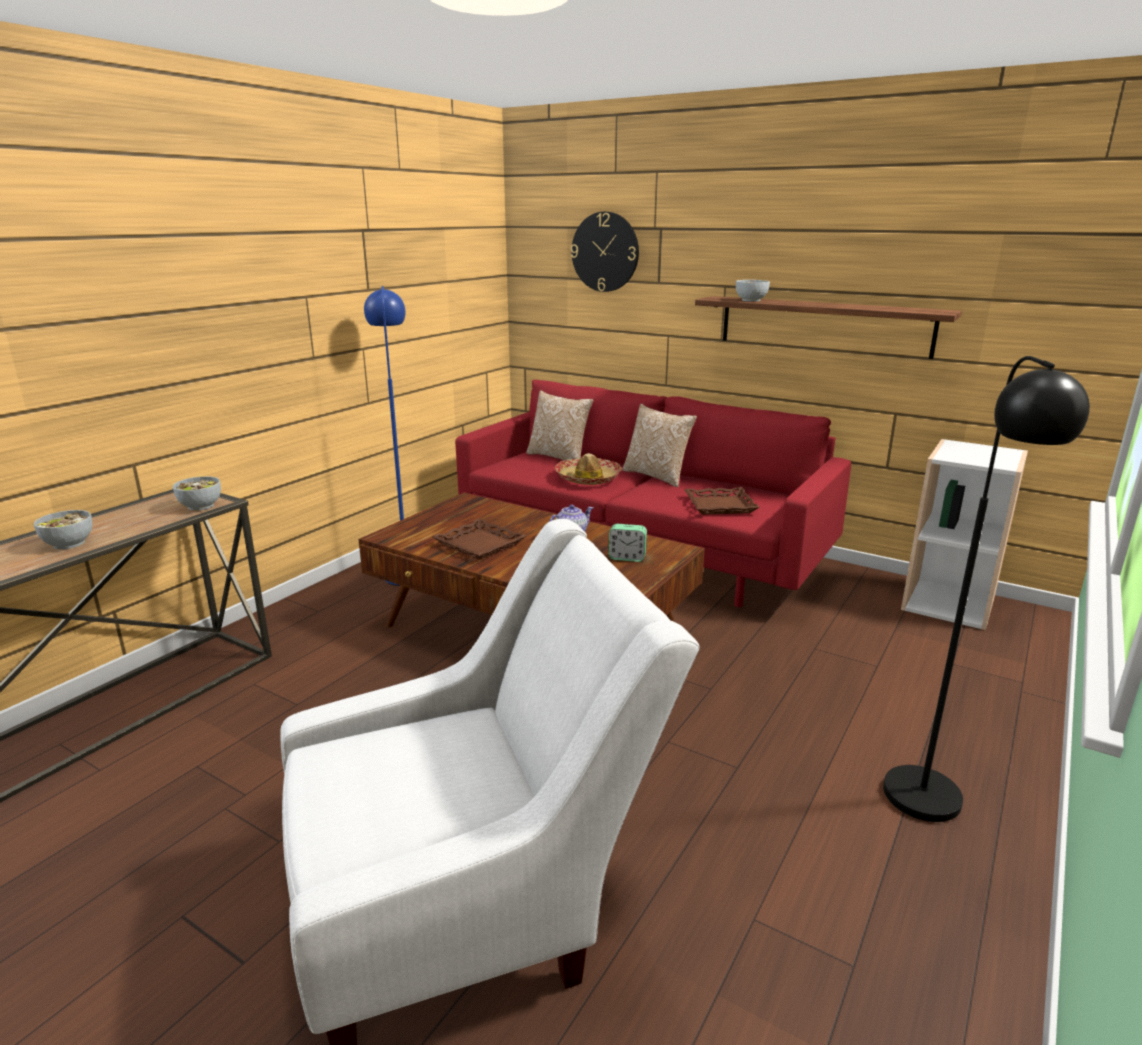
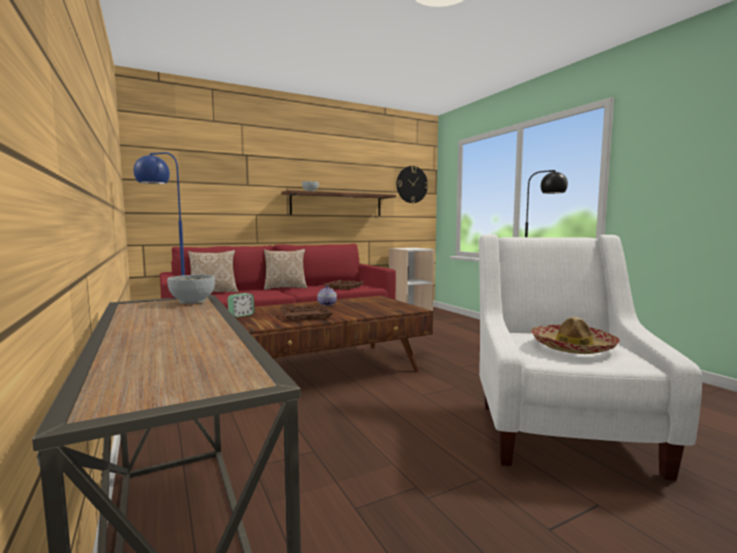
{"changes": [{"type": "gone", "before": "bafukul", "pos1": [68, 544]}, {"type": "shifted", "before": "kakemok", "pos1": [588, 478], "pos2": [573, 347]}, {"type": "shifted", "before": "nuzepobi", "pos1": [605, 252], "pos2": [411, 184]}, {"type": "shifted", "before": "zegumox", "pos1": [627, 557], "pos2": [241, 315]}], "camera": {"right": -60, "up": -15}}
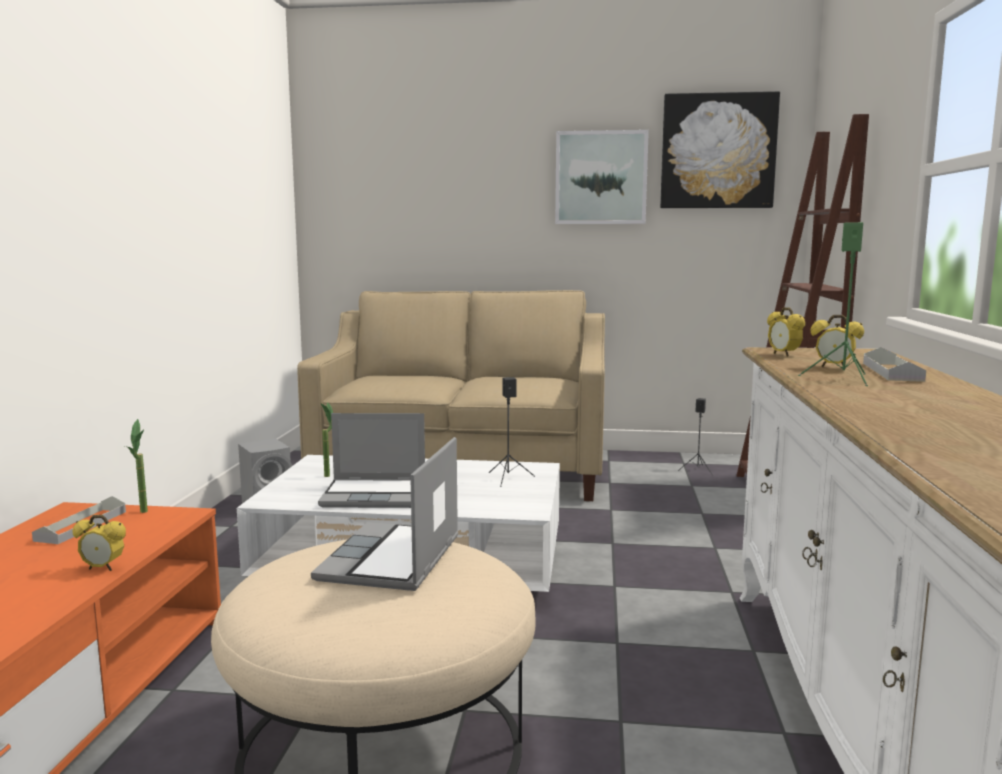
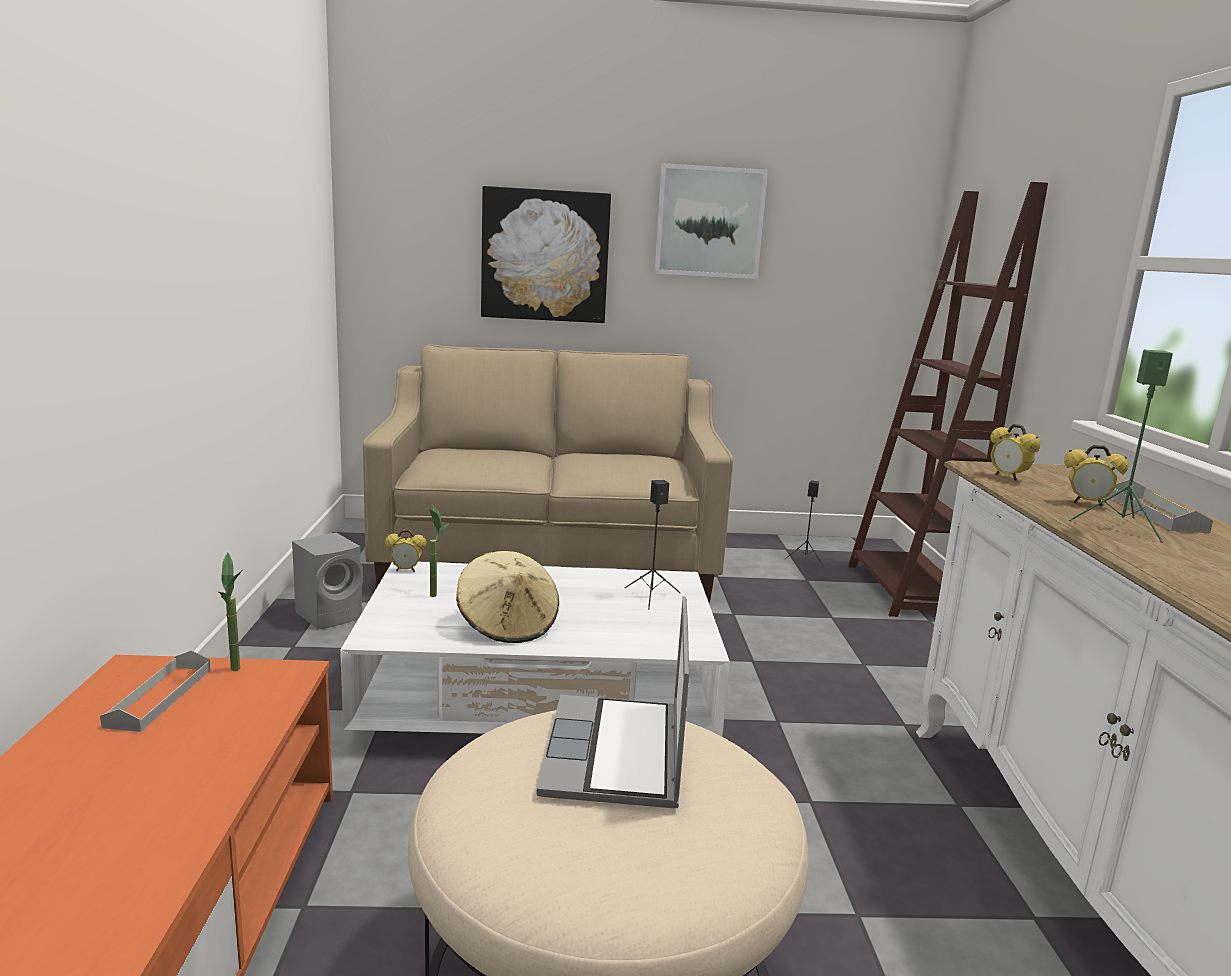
{"changes": [{"type": "shifted", "before": "zegumox", "pos1": [103, 568], "pos2": [406, 570]}, {"type": "swapped", "before": "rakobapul", "after": "kakemok (beige)", "pos1": [376, 495], "pos2": [507, 626]}, {"type": "shifted", "before": "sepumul", "pos1": [718, 151], "pos2": [545, 256]}], "camera": {"right": -10, "up": 5}}
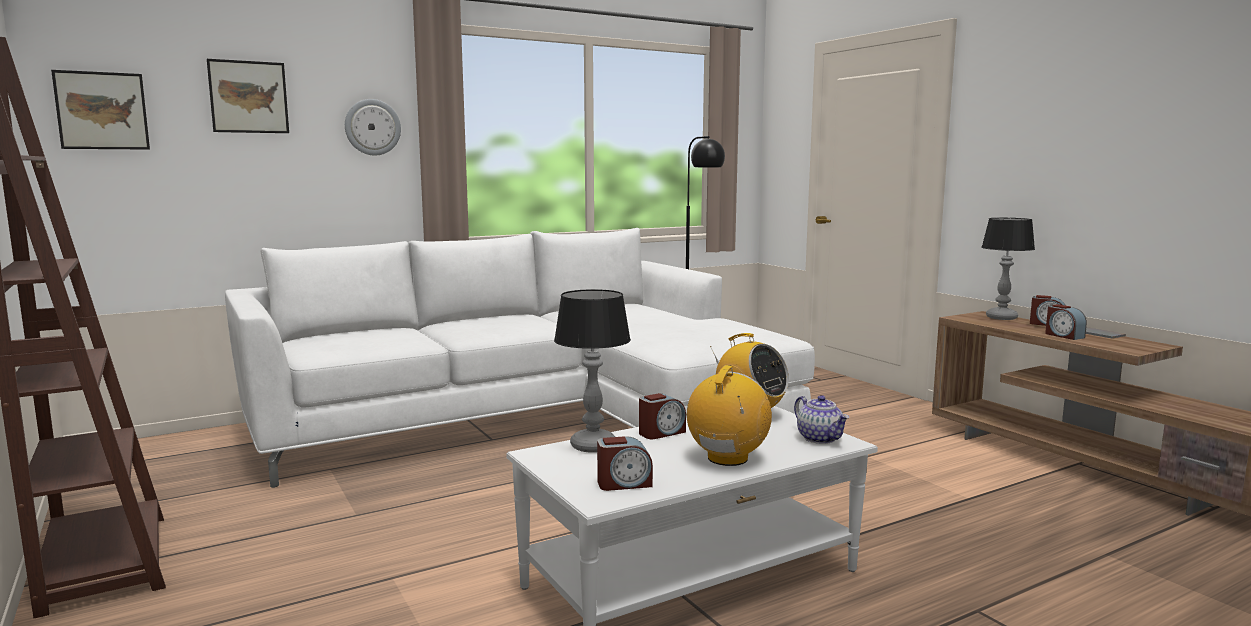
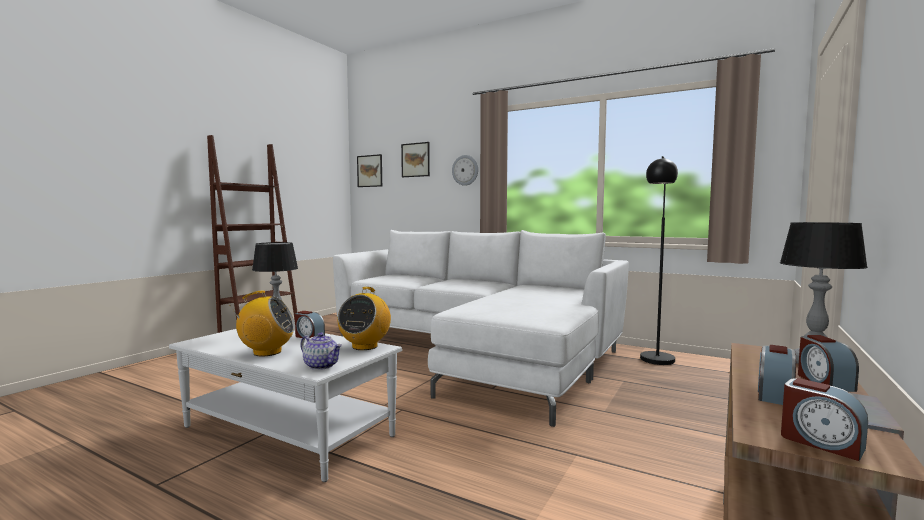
{"changes": [{"type": "shifted", "before": "zegumox", "pos1": [624, 483], "pos2": [820, 443]}, {"type": "rotated", "before": "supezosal", "pos1": [820, 438], "pos2": [322, 366], "turn": -90}], "camera": {"right": 60, "up": -5}}
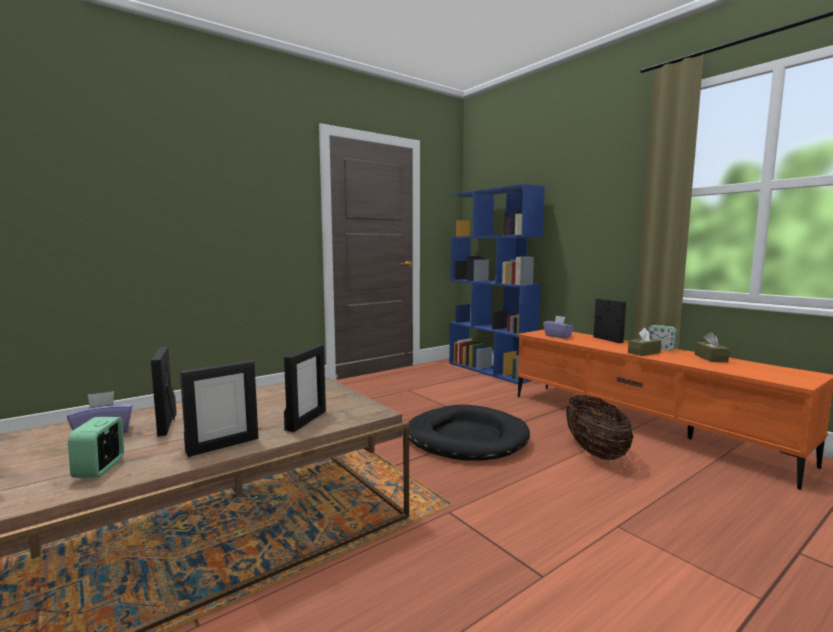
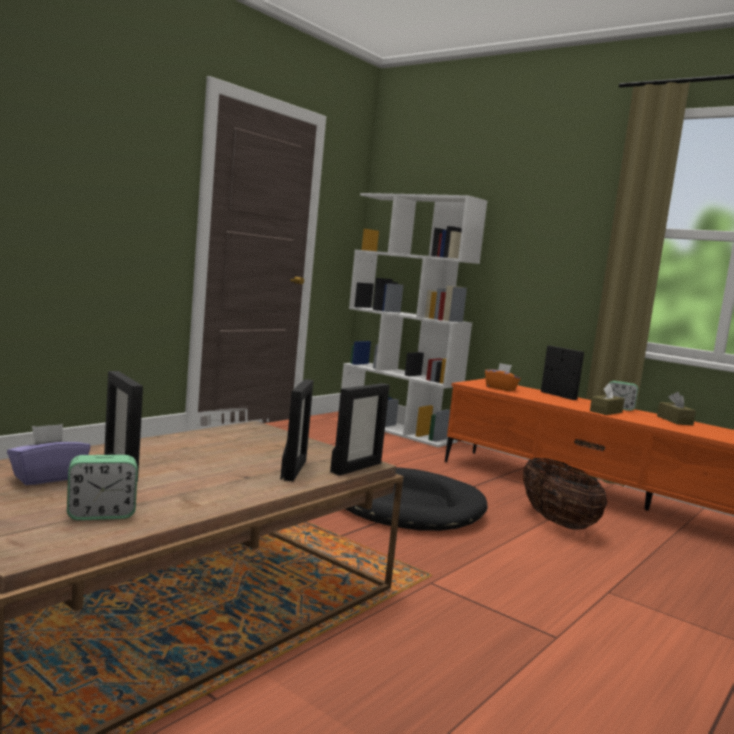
{"changes": [{"type": "rotated", "before": "zegumox", "pos1": [100, 468], "pos2": [101, 514], "turn": -90}, {"type": "shifted", "before": "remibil", "pos1": [223, 445], "pos2": [356, 467]}, {"type": "repainted", "before": "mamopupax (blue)", "after": "mamopupax (white)", "pos1": [491, 371], "pos2": [396, 430]}, {"type": "repainted", "before": "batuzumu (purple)", "after": "batuzumu (orange)", "pos1": [558, 336], "pos2": [501, 388]}], "camera": {"right": -15, "up": 0}}
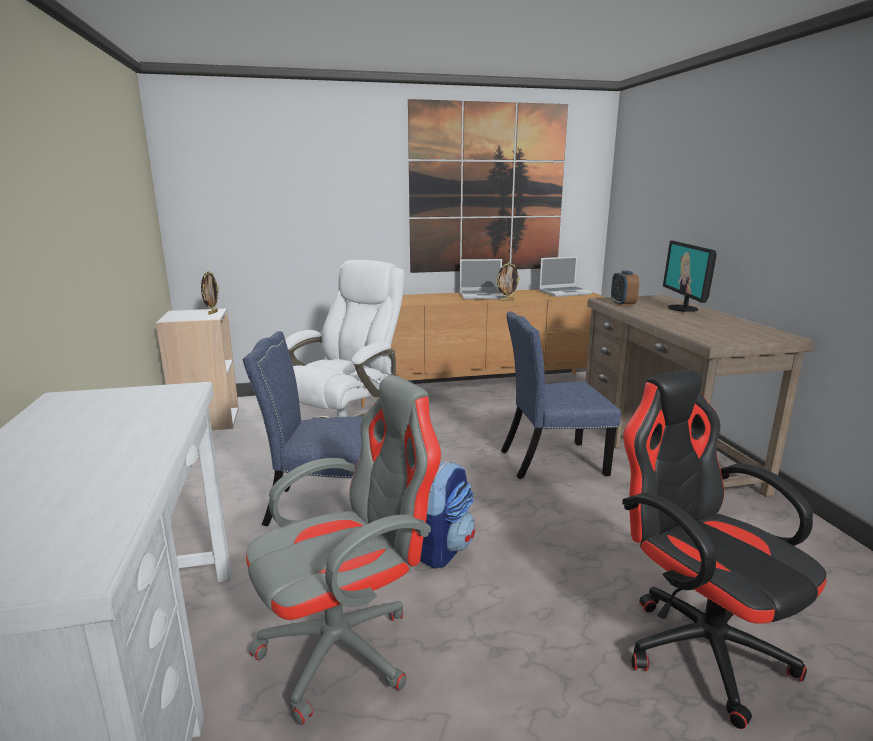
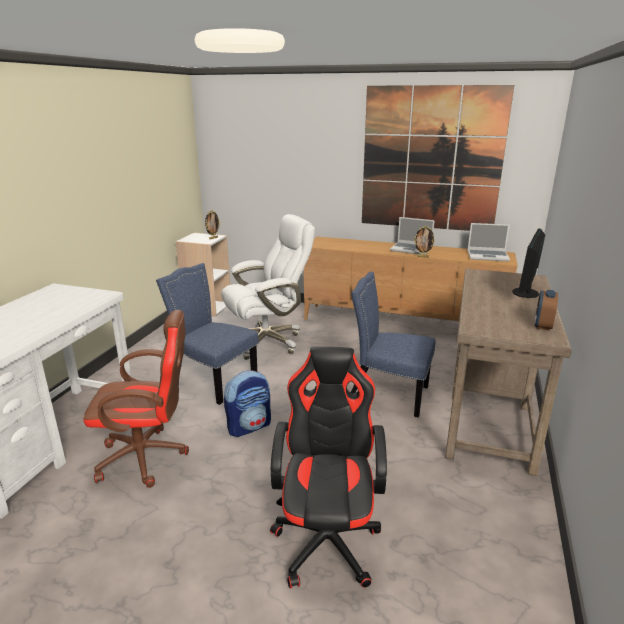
{"changes": [{"type": "repainted", "before": "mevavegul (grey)", "after": "mevavegul (brown)", "pos1": [349, 646], "pos2": [149, 458]}, {"type": "shifted", "before": "zegumox", "pos1": [622, 304], "pos2": [542, 325]}], "camera": {"right": 30, "up": 5}}
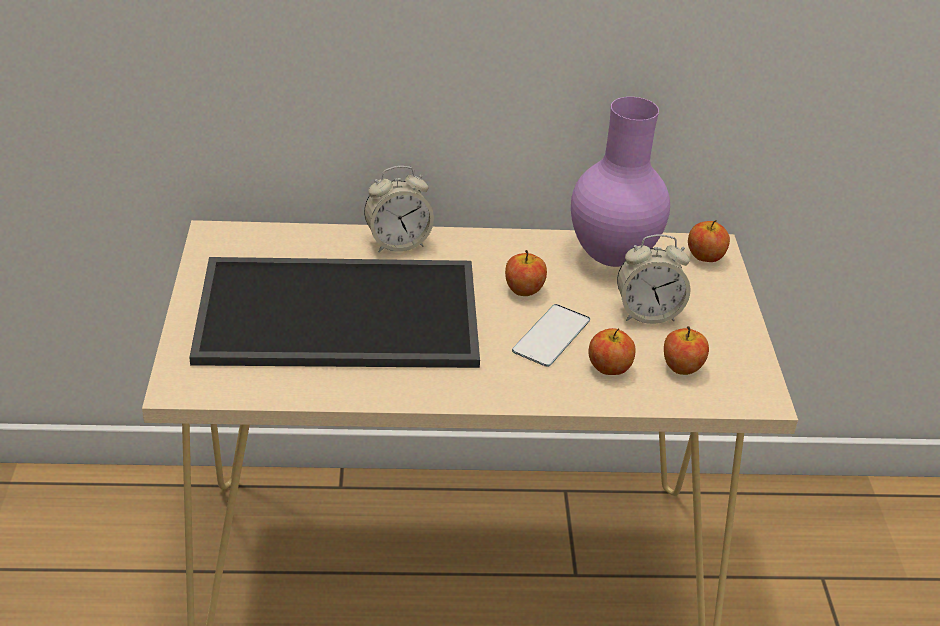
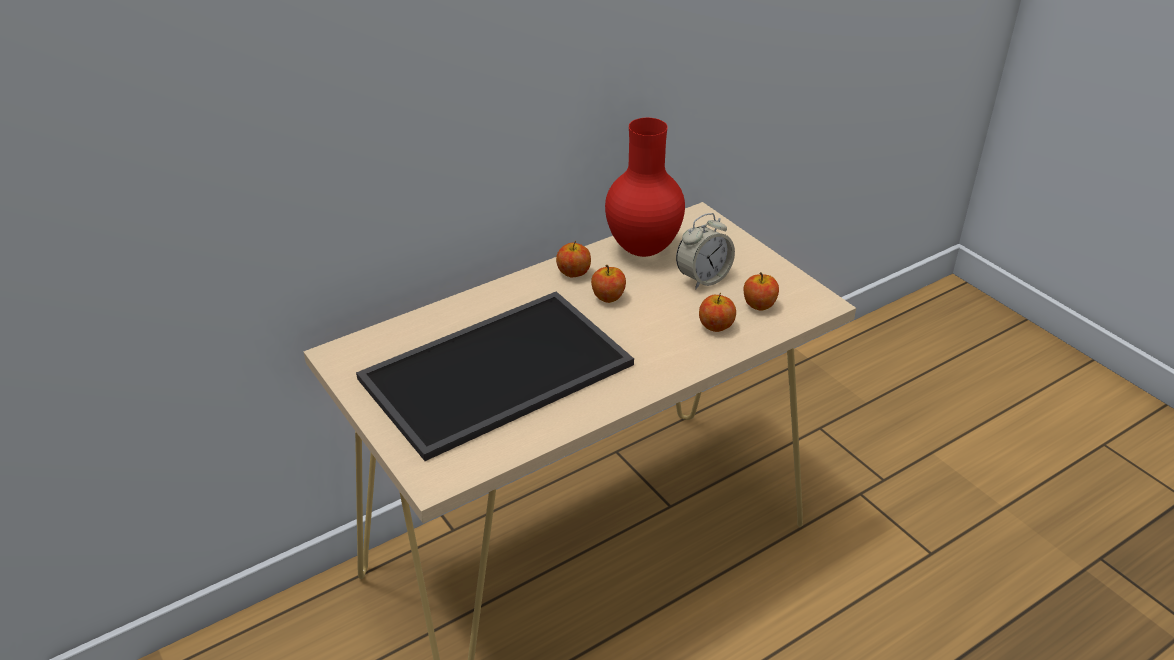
{"changes": [{"type": "gone", "before": "zegumox", "pos1": [397, 243]}, {"type": "gone", "before": "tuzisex", "pos1": [551, 336]}, {"type": "repainted", "before": "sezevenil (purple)", "after": "sezevenil (red)", "pos1": [614, 258], "pos2": [645, 250]}, {"type": "shifted", "before": "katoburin", "pos1": [705, 257], "pos2": [573, 273]}], "camera": {"right": -30, "up": 0}}
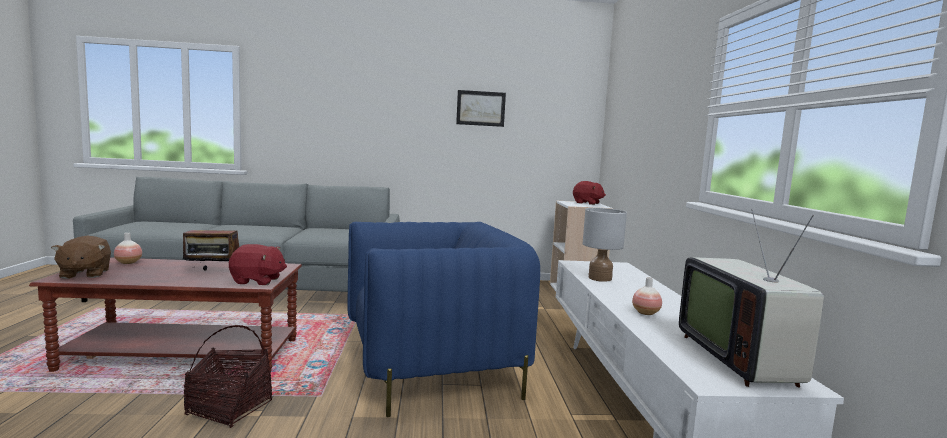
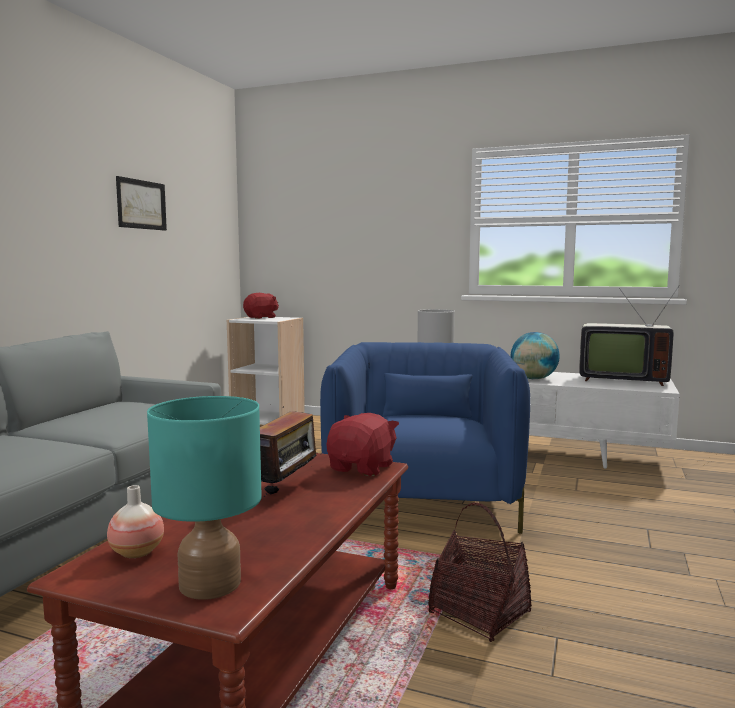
{"changes": [{"type": "swapped", "before": "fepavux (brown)", "after": "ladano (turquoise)", "pos1": [84, 274], "pos2": [210, 583]}, {"type": "swapped", "before": "sezevenil", "after": "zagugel", "pos1": [645, 313], "pos2": [533, 379]}], "camera": {"right": -65, "up": 0}}
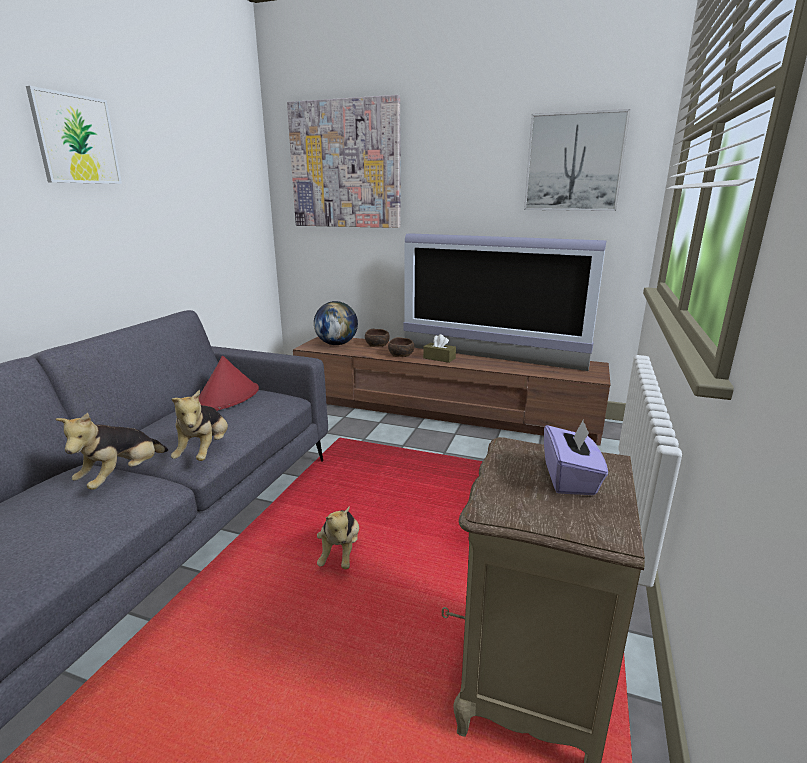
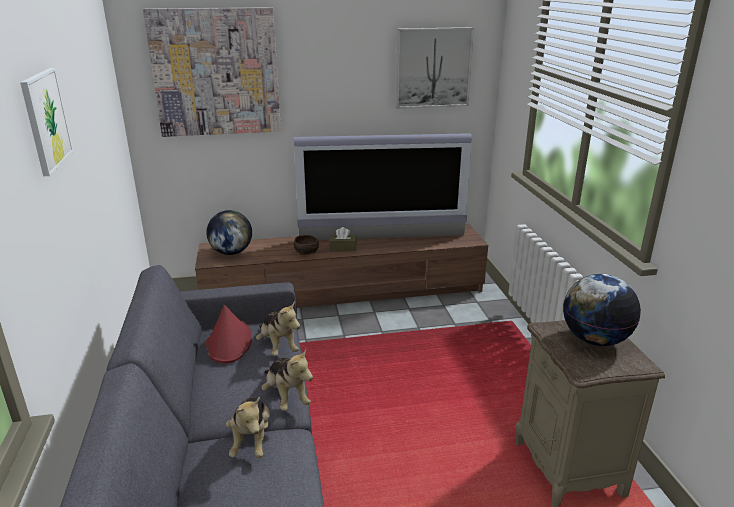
{"changes": [{"type": "shifted", "before": "fepavux", "pos1": [340, 553], "pos2": [278, 346]}, {"type": "gone", "before": "bafukul (brown)", "pos1": [377, 345]}, {"type": "swapped", "before": "batuzumu (purple)", "after": "zagugel", "pos1": [570, 478], "pos2": [594, 339]}], "camera": {"right": -30, "up": 5}}
